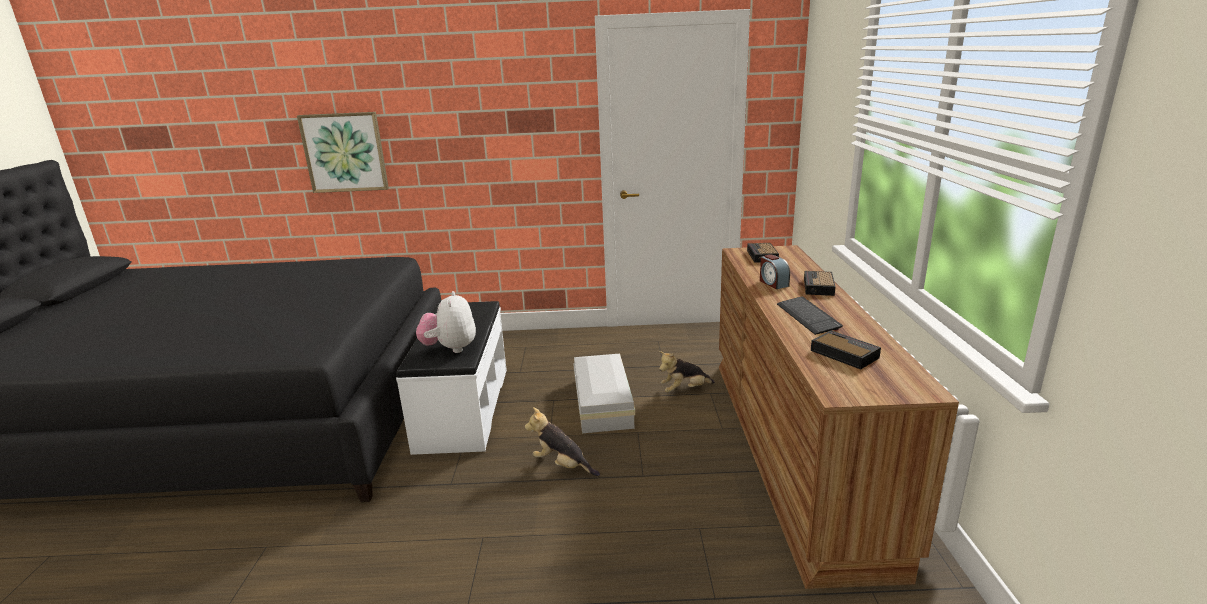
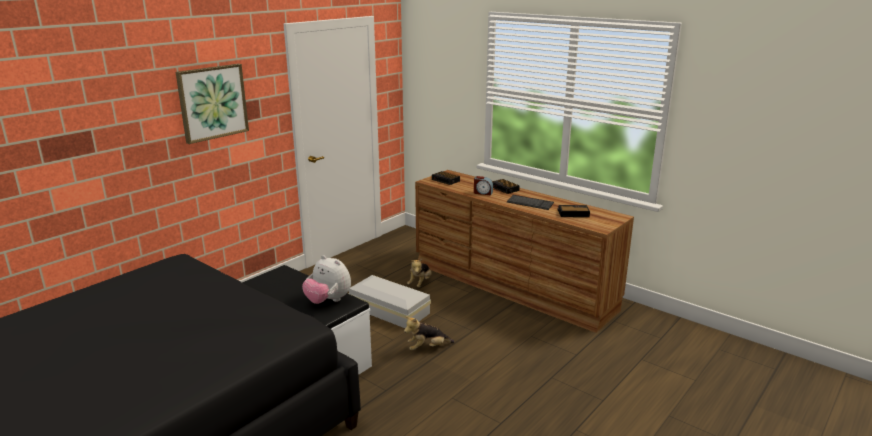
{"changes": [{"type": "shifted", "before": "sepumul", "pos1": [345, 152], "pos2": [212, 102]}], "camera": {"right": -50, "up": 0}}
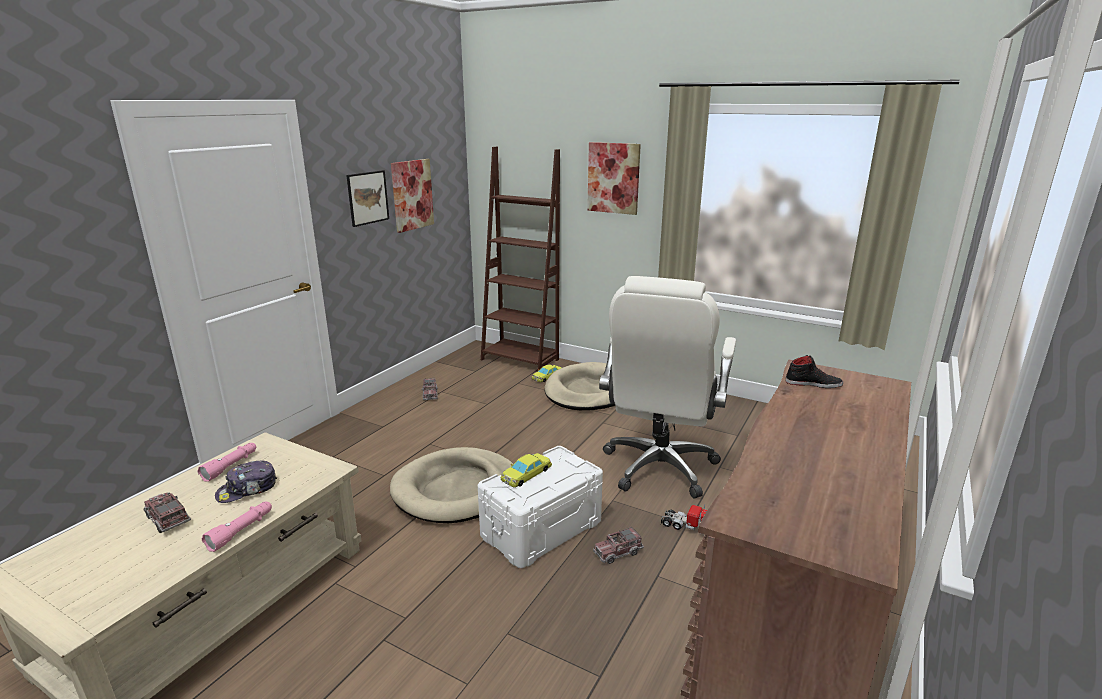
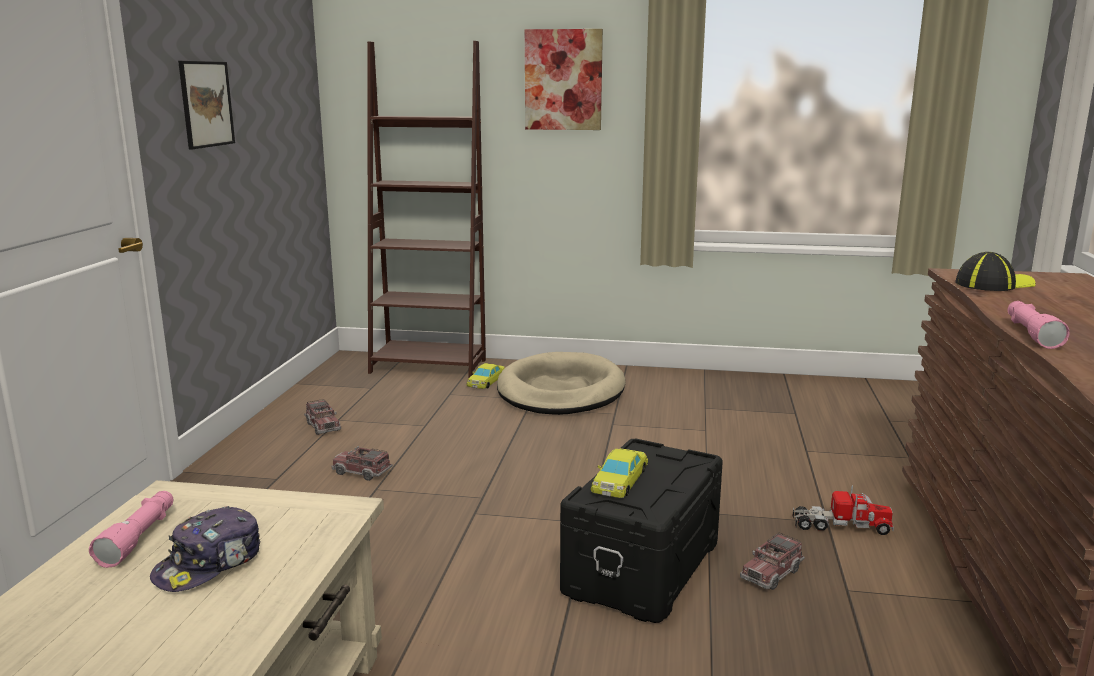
{"changes": [{"type": "shifted", "before": "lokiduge", "pos1": [168, 519], "pos2": [362, 472]}, {"type": "shifted", "before": "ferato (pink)", "pos1": [241, 531], "pos2": [1030, 334]}, {"type": "gone", "before": "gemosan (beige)", "pos1": [457, 489]}, {"type": "gone", "before": "sepumul", "pos1": [412, 195]}, {"type": "repainted", "before": "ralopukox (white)", "after": "ralopukox (black)", "pos1": [542, 529], "pos2": [644, 567]}, {"type": "gone", "before": "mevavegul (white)", "pos1": [659, 468]}, {"type": "swapped", "before": "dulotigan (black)", "after": "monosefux", "pos1": [813, 383], "pos2": [994, 284]}], "camera": {"right": -20, "up": -5}}
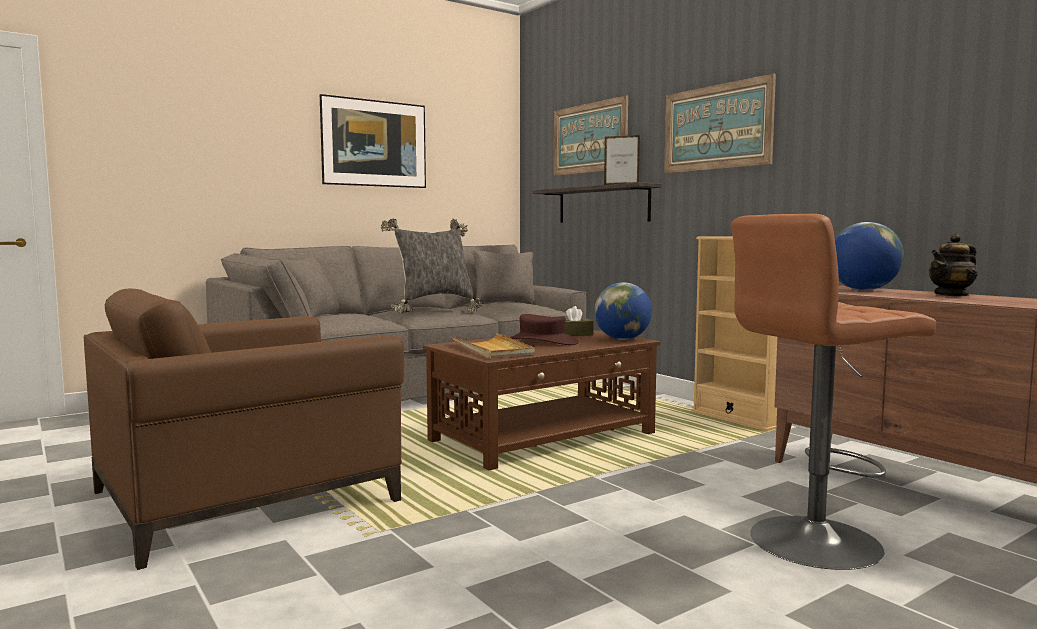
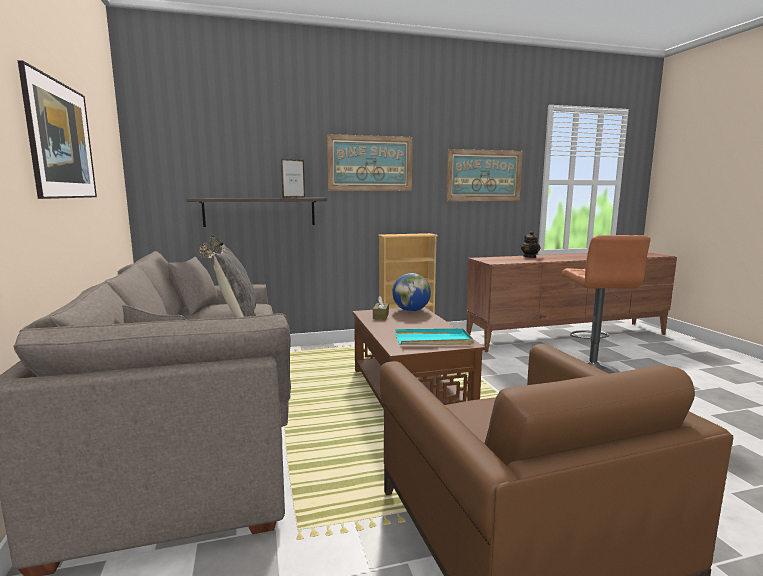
{"changes": [{"type": "repainted", "before": "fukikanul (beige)", "after": "fukikanul (turquoise)", "pos1": [493, 350], "pos2": [433, 340]}, {"type": "gone", "before": "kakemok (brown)", "pos1": [542, 342]}, {"type": "shifted", "before": "sepumul", "pos1": [589, 138], "pos2": [484, 175]}, {"type": "gone", "before": "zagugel", "pos1": [863, 290]}], "camera": {"right": -70, "up": 5}}
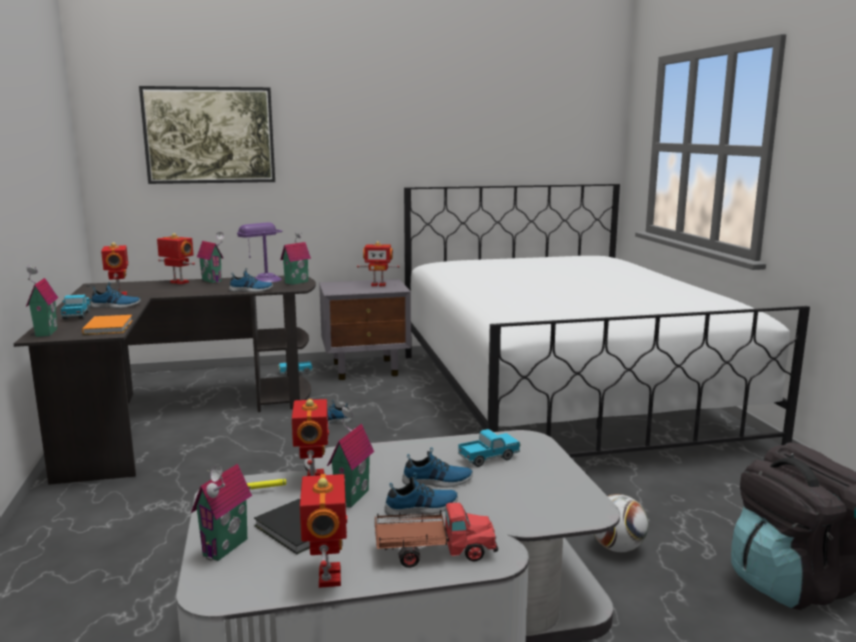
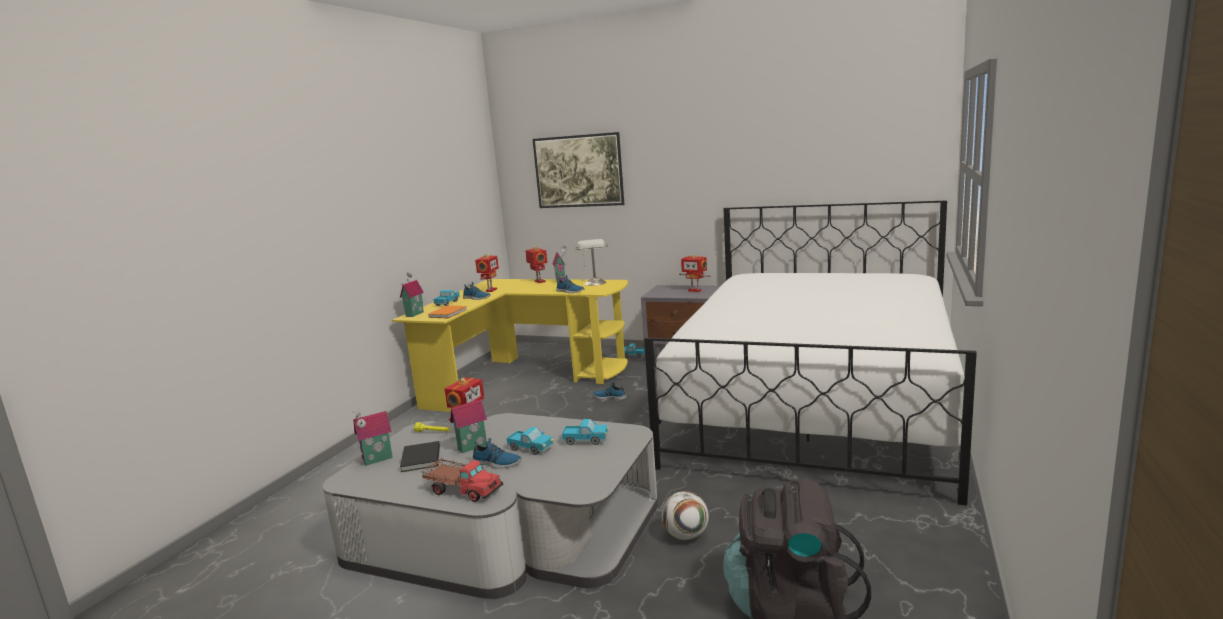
{"changes": [{"type": "repainted", "before": "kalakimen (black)", "after": "kalakimen (yellow)", "pos1": [174, 417], "pos2": [522, 377]}, {"type": "repainted", "before": "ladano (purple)", "after": "ladano (white)", "pos1": [262, 279], "pos2": [594, 282]}, {"type": "gone", "before": "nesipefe", "pos1": [295, 282]}, {"type": "gone", "before": "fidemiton", "pos1": [327, 577]}, {"type": "swapped", "before": "dulotigan", "after": "lokiduge", "pos1": [437, 481], "pos2": [531, 449]}], "camera": {"right": 35, "up": 0}}
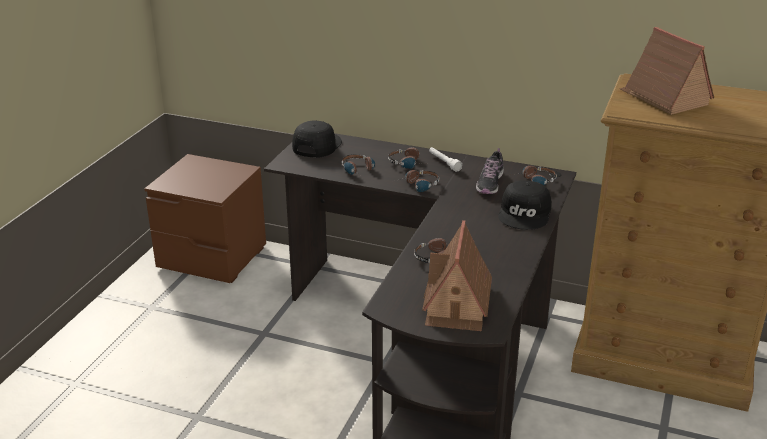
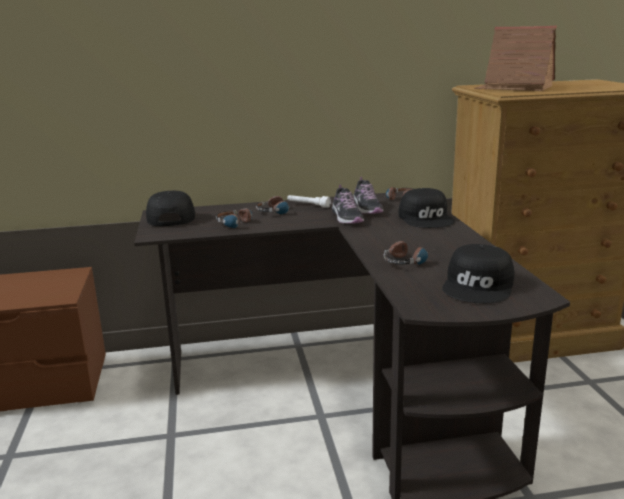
{"changes": [{"type": "gone", "before": "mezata", "pos1": [417, 186]}, {"type": "swapped", "before": "nesipefe", "after": "monosefux (black)", "pos1": [457, 303], "pos2": [479, 286]}, {"type": "new", "after": "dulotigan", "pos2": [346, 217]}], "camera": {"right": -30, "up": -10}}
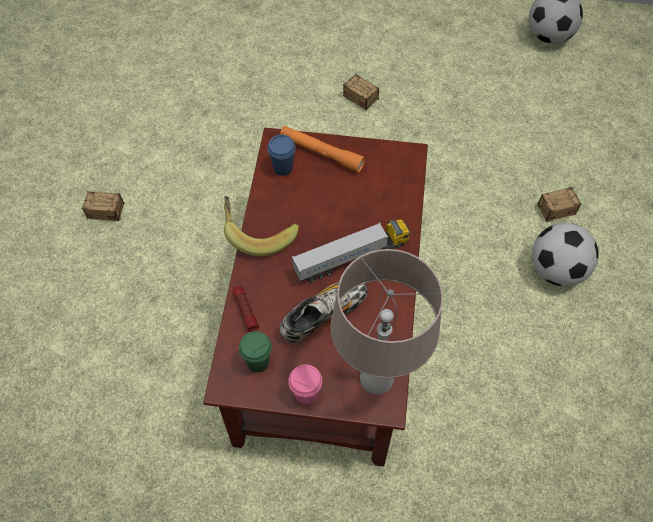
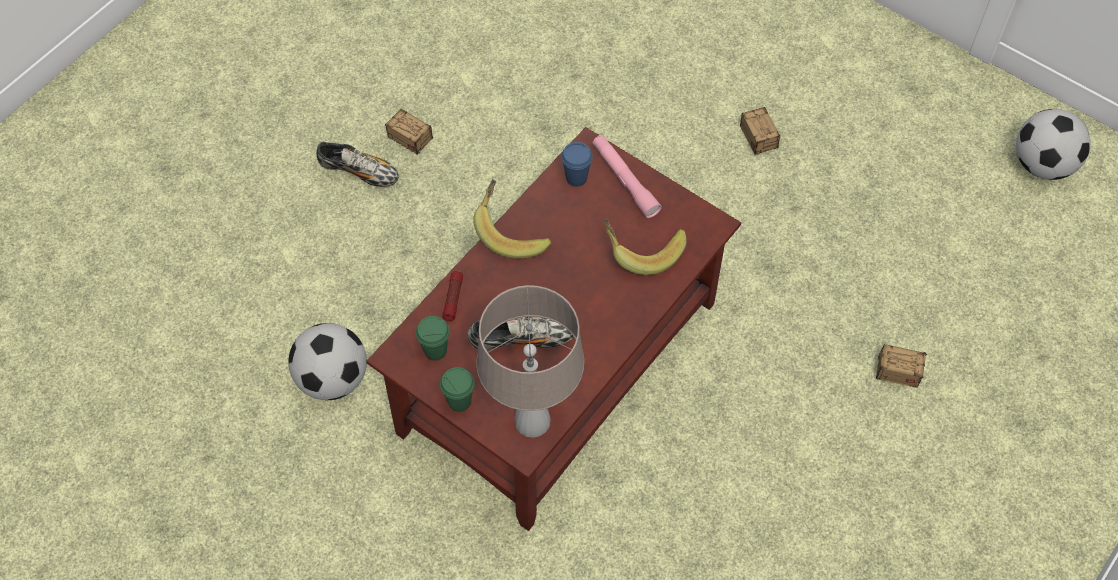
{"changes": [{"type": "repainted", "before": "ferato (orange)", "after": "ferato (pink)", "pos1": [321, 153], "pos2": [625, 180]}, {"type": "repainted", "before": "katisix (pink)", "after": "katisix (green)", "pos1": [306, 394], "pos2": [459, 401]}, {"type": "gone", "before": "lokiduge", "pos1": [351, 258]}, {"type": "shifted", "before": "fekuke", "pos1": [556, 270], "pos2": [333, 379]}, {"type": "new", "after": "dulotigan", "pos2": [359, 172]}, {"type": "new", "after": "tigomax", "pos2": [642, 249]}], "camera": {"right": 30, "up": 0}}
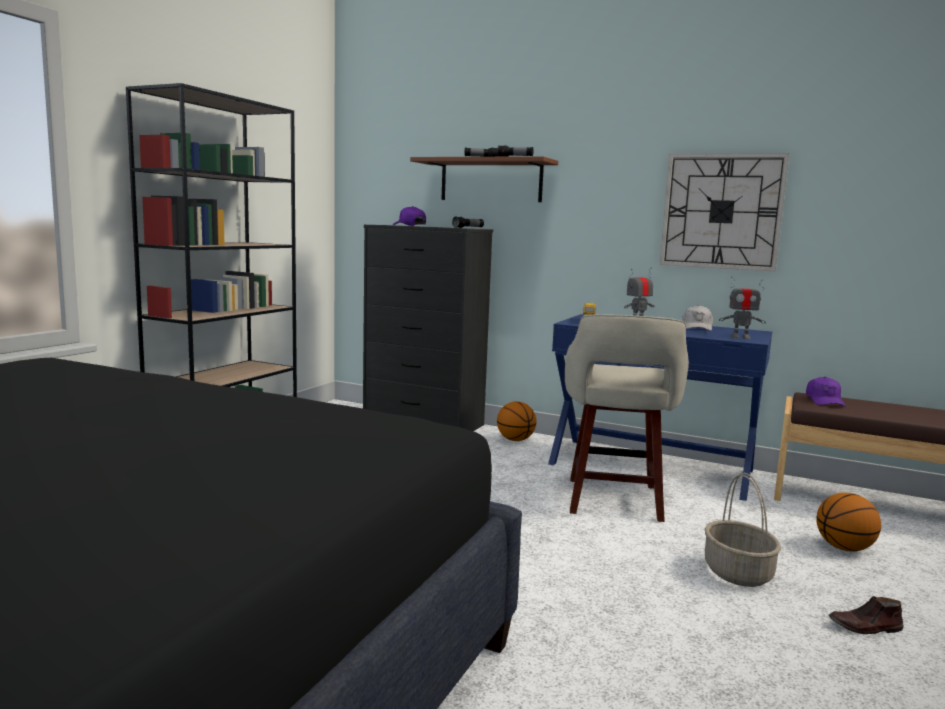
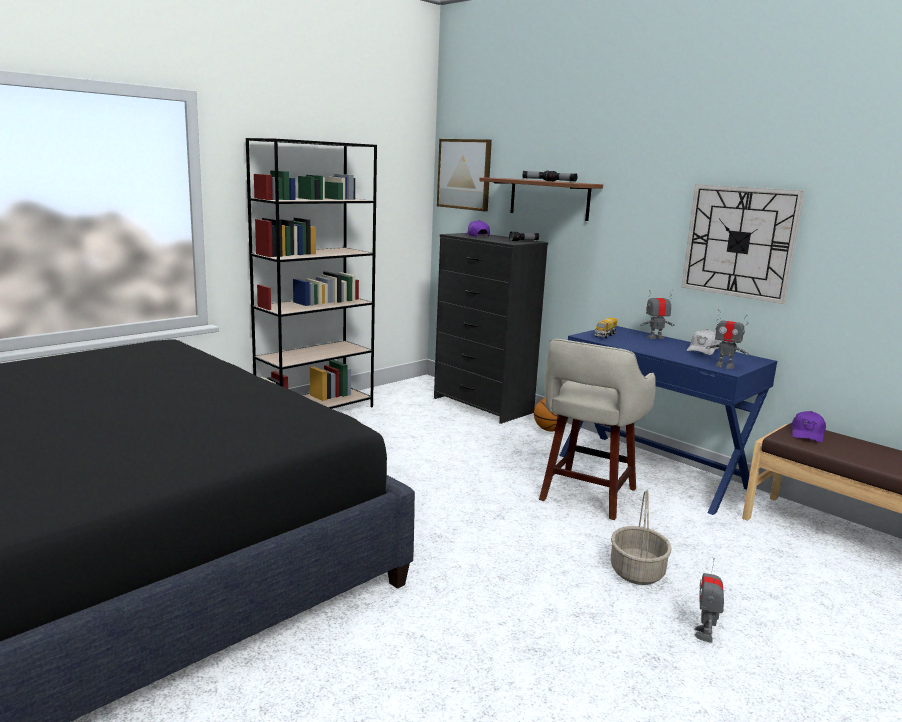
{"changes": [{"type": "gone", "before": "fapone", "pos1": [844, 548]}, {"type": "swapped", "before": "dulotigan (brown)", "after": "fidemiton", "pos1": [865, 627], "pos2": [705, 634]}, {"type": "new", "after": "sepumul", "pos2": [464, 174]}], "camera": {"right": 20, "up": 5}}
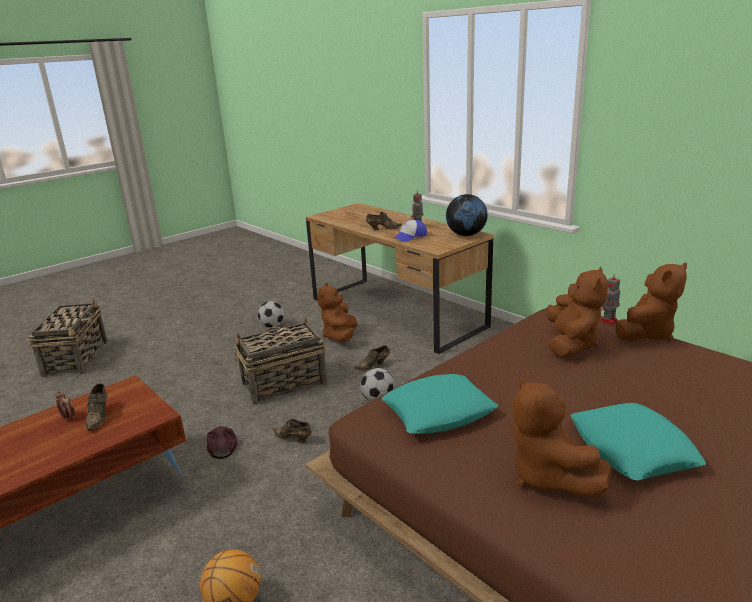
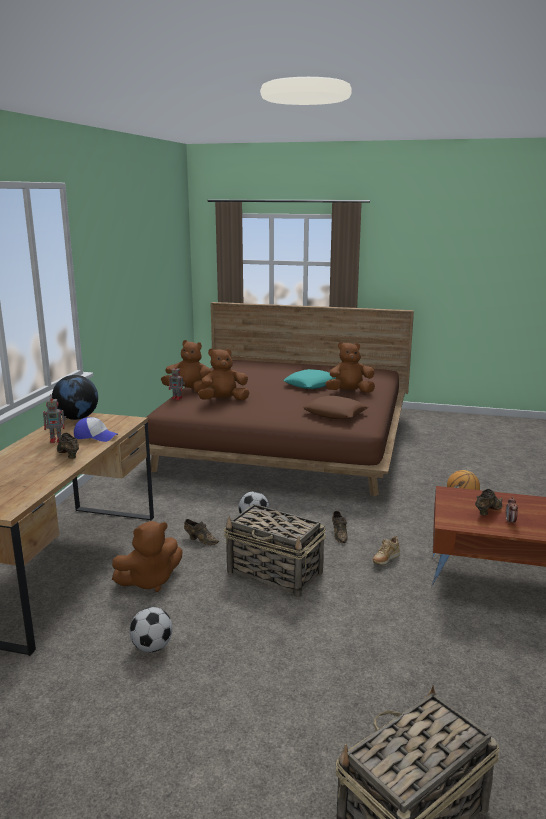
{"changes": [{"type": "swapped", "before": "monosefux (brown)", "after": "dulotigan (beige)", "pos1": [222, 445], "pos2": [385, 560]}, {"type": "repainted", "before": "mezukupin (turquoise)", "after": "mezukupin (brown)", "pos1": [438, 412], "pos2": [335, 413]}, {"type": "rotated", "before": "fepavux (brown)", "pos1": [547, 476], "pos2": [349, 392], "turn": -135}], "camera": {"right": -125, "up": -5}}
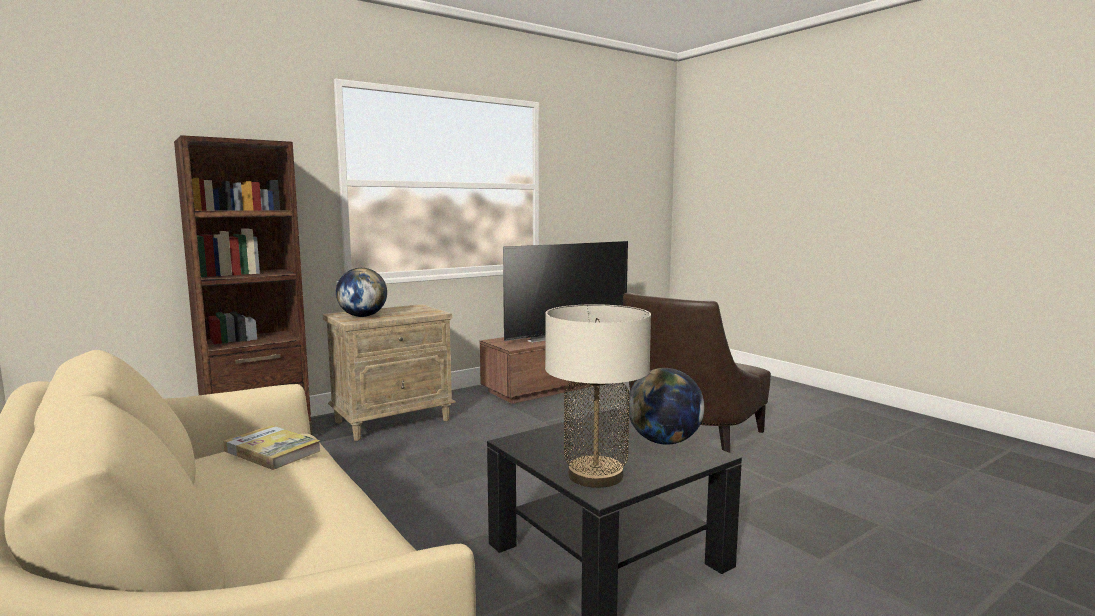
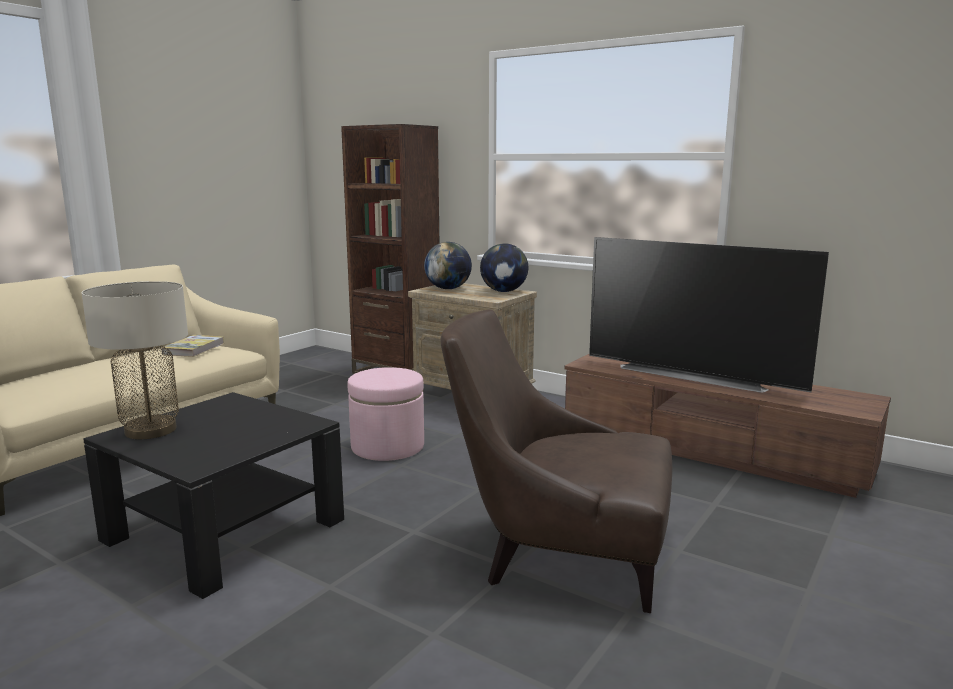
{"changes": [{"type": "shifted", "before": "zagugel", "pos1": [664, 441], "pos2": [504, 291]}, {"type": "new", "after": "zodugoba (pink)", "pos2": [387, 446]}], "camera": {"right": 70, "up": 5}}
